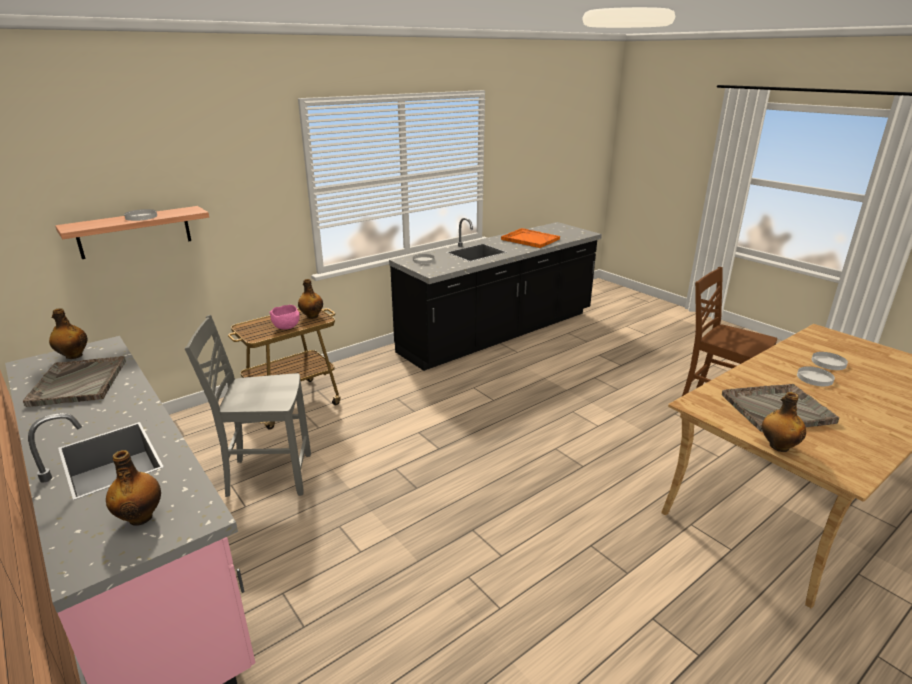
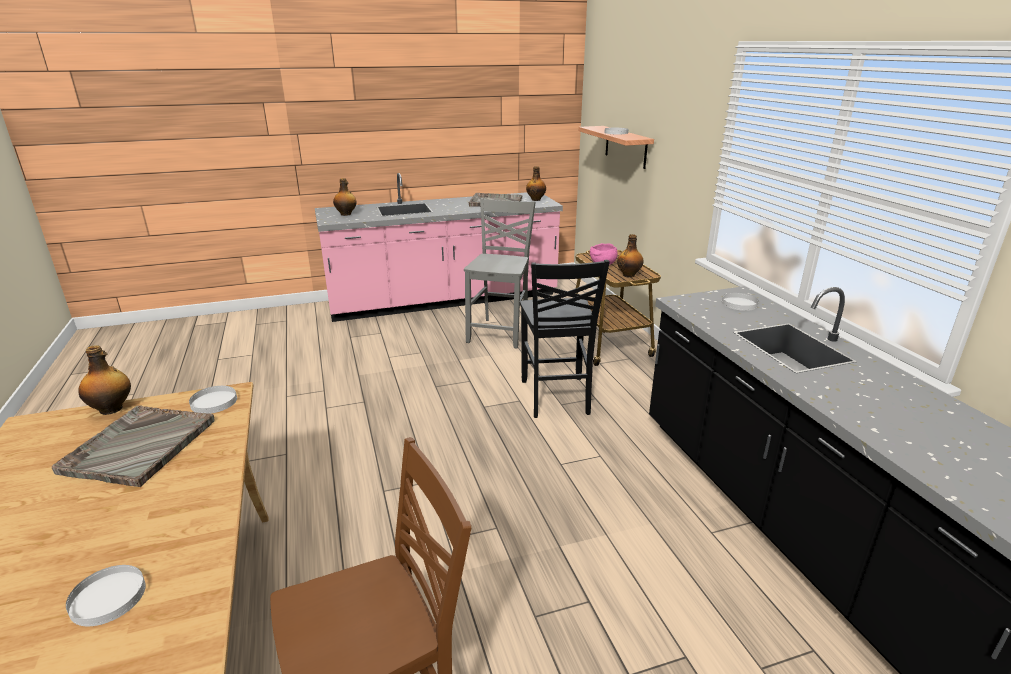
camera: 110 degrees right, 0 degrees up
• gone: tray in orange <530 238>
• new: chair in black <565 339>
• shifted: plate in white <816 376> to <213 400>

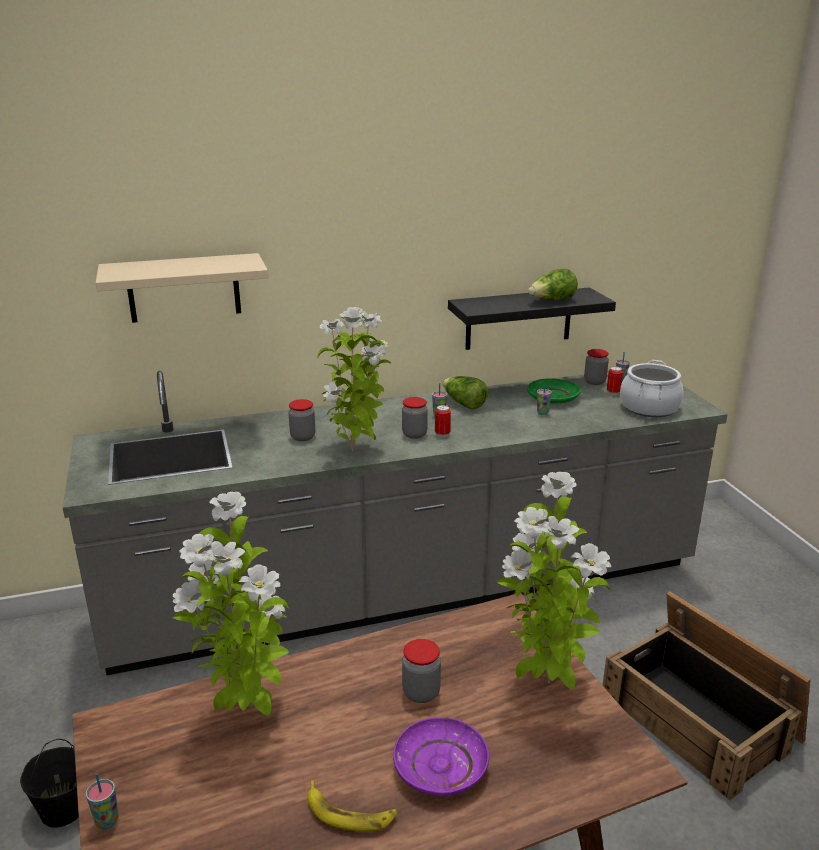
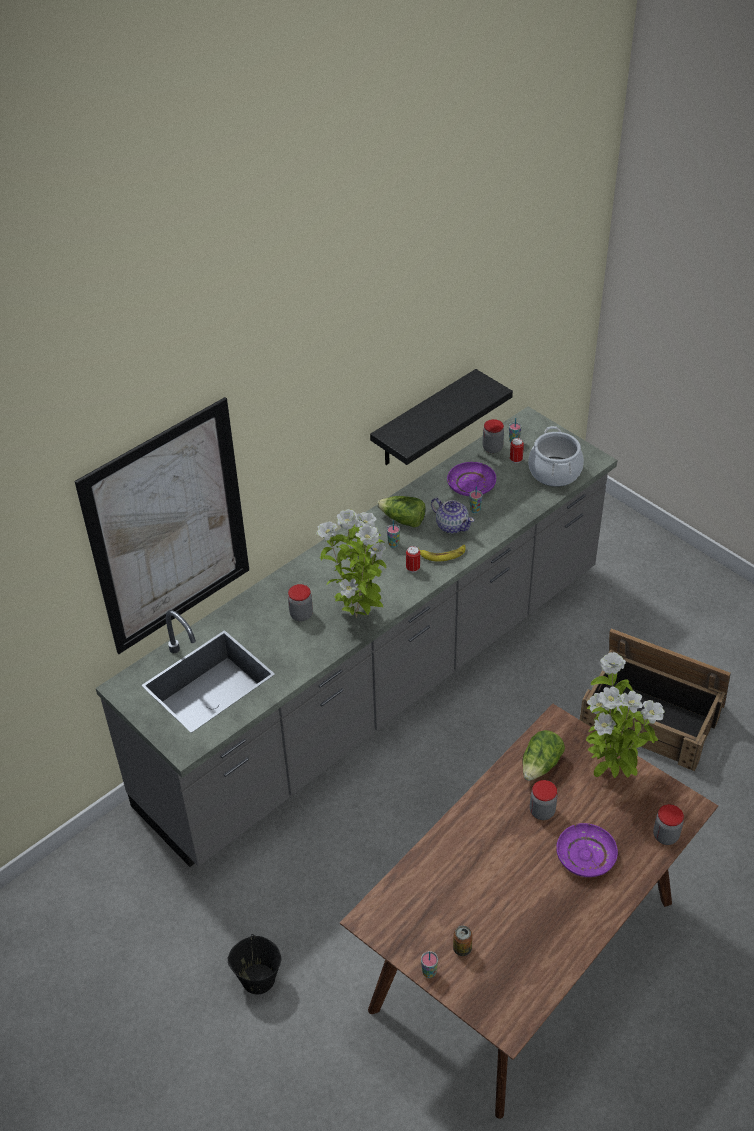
camera: 25 degrees left, 20 degrees up
• gone: potted plant <231 604>
• new: teapot <452 516>
• new: can <463 941>
• shifted: banana <352 806> to <442 553>
• shifted: jar <415 418> to <668 824>
• shifted: lettuce <553 284> to <544 755>
• swapped: shelf in beige <182 288> to picture <161 525>
• repainted: plate in green <554 391> to plate in purple <471 479>

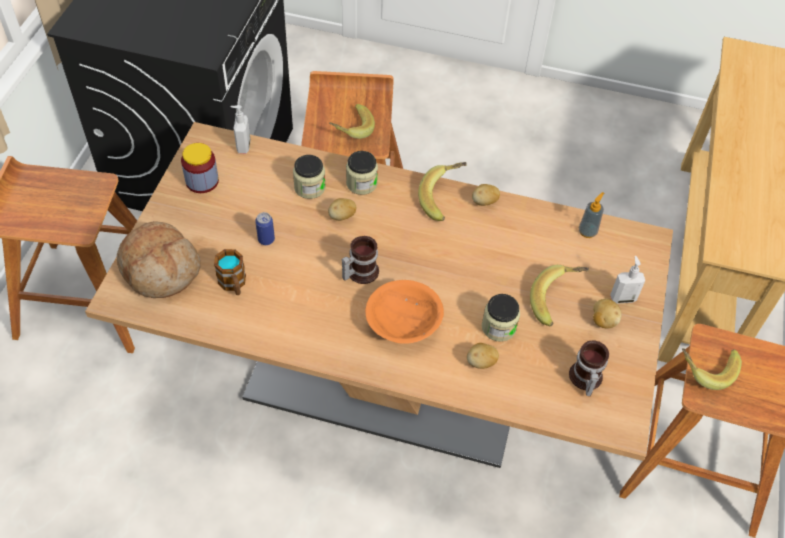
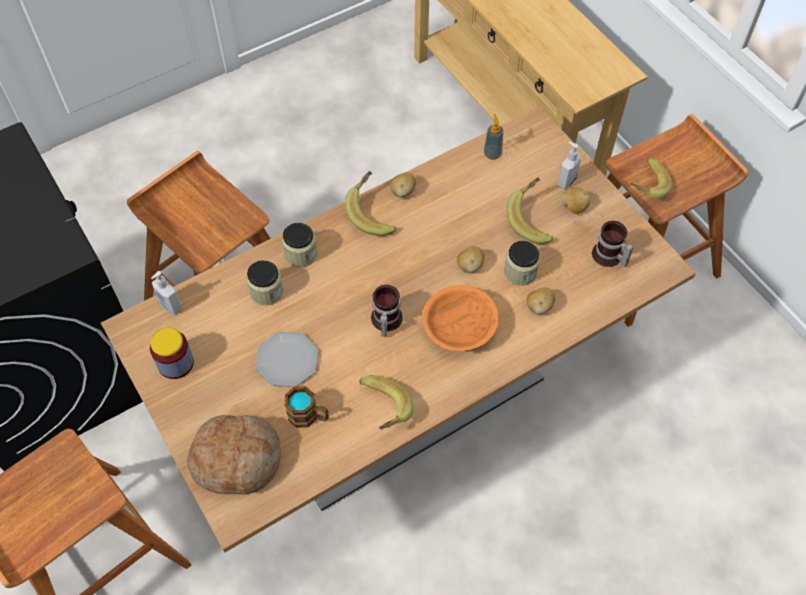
camera: 45 degrees left, 5 degrees up
• shifted: potato <342 209> to <470 259>
• shifted: banana <352 121> to <386 402>
• swapped: can <265 228> to plate <287 359>

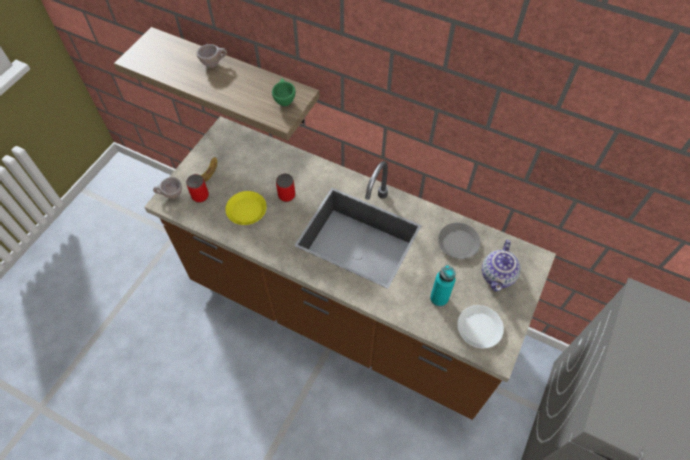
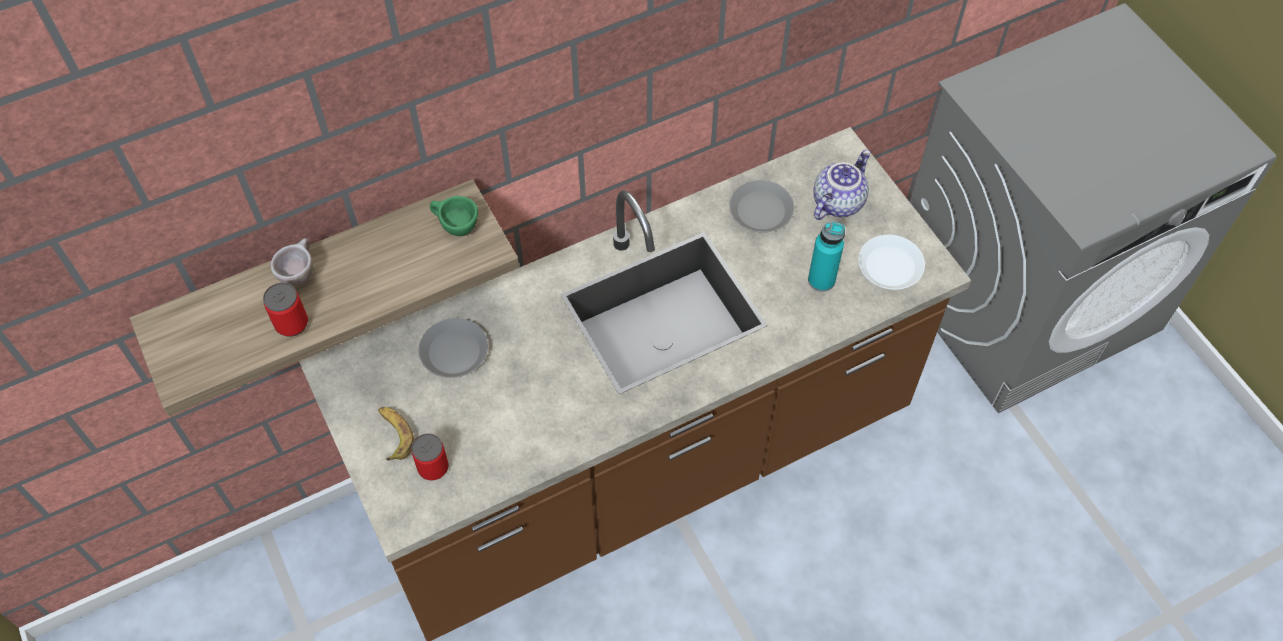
camera: 55 degrees left, 0 degrees up
• gone: cup in beige <167 188>
• gone: plate in yellow <246 208>
• new: plate in grey <453 348>
• shifted: can <285 188> to <285 310>
• rotated: teapot <501 265> = <842 185> 105 degrees counterclockwise

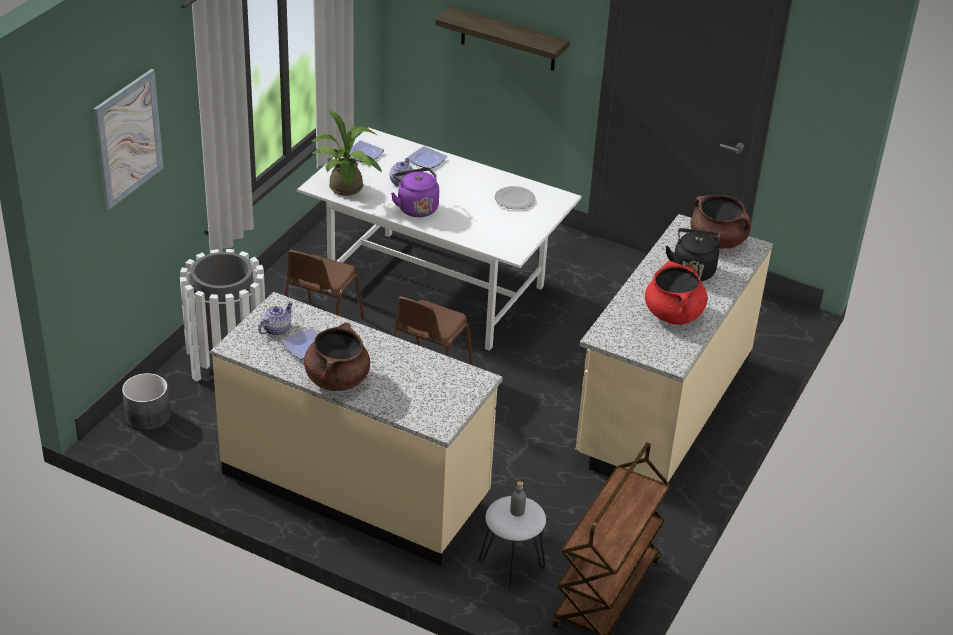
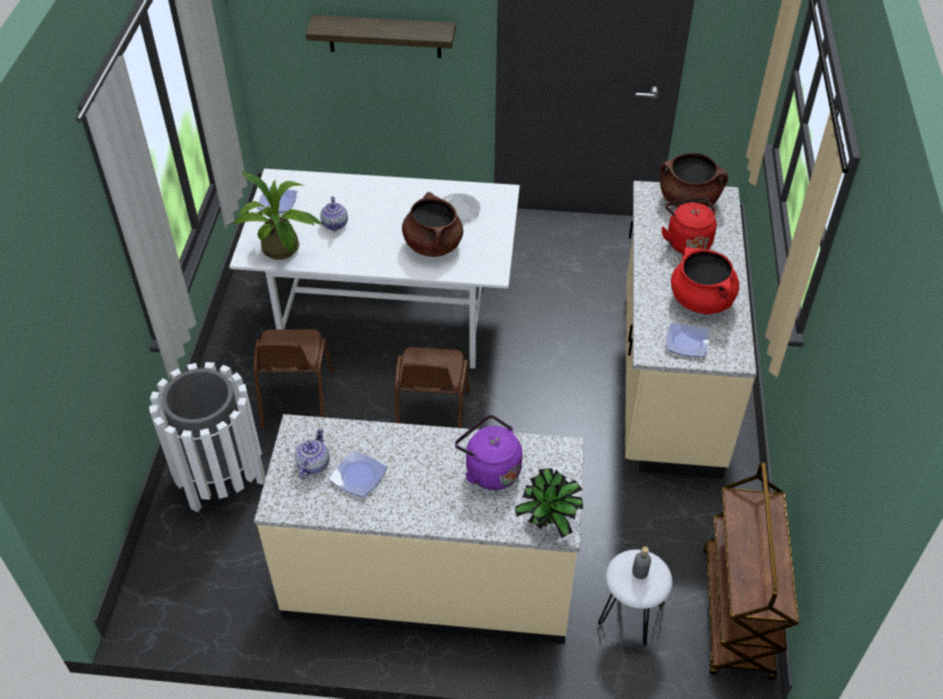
camera: 20 degrees left, 10 degrees up
• gone: picture <129 139>
• gone: planter in grey <146 402>
• new: potted plant <549 503>
• shifted: cooking pot in brown <337 356> to <432 224>
• shifted: kettle in purple <415 192> to <488 452>
• shifted: plate <427 157> to <687 340>
• repainted: kettle in black <692 254> to kettle in red <689 225>

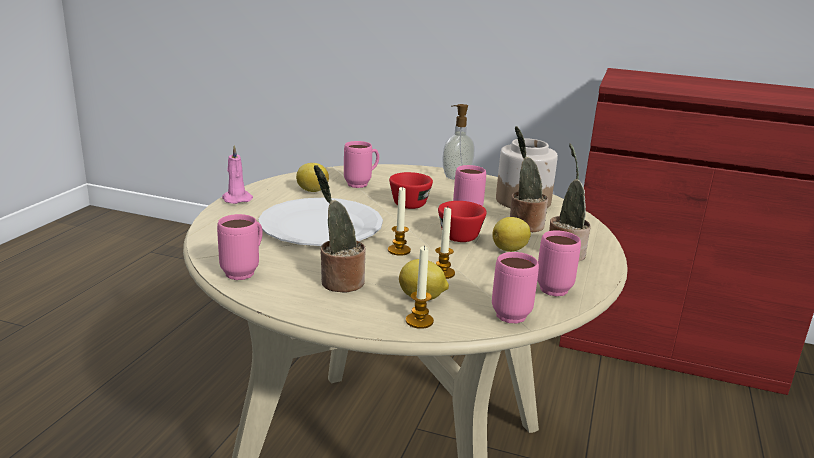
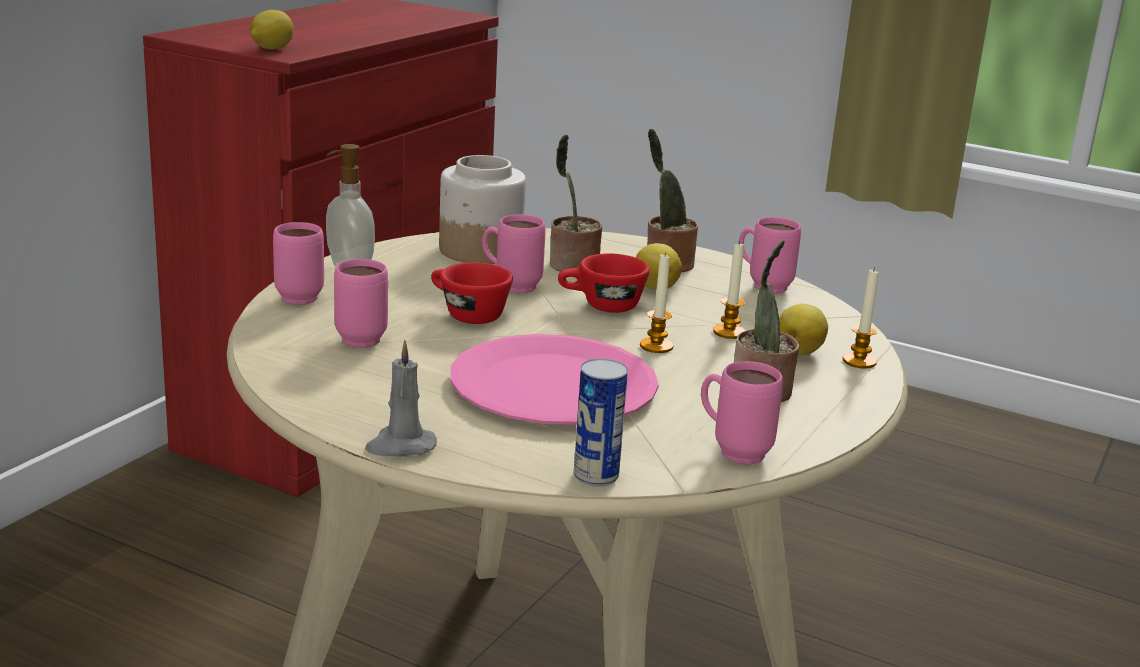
camera: 80 degrees left, 0 degrees up
• new: can <601 422>
• shifted: lemon <312 177> to <272 30>
• shifted: mug in pink <515 288> to <298 263>
• repainted: candle in pink <237 174> to candle in grey <400 398>
• repainted: plate in white <321 222> to plate in pink <554 379>

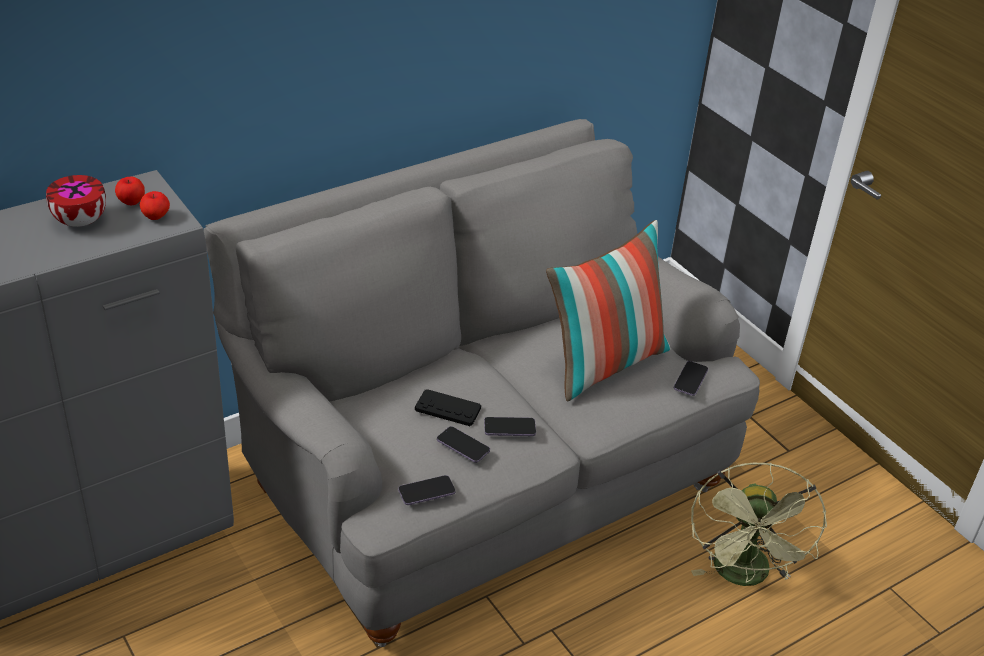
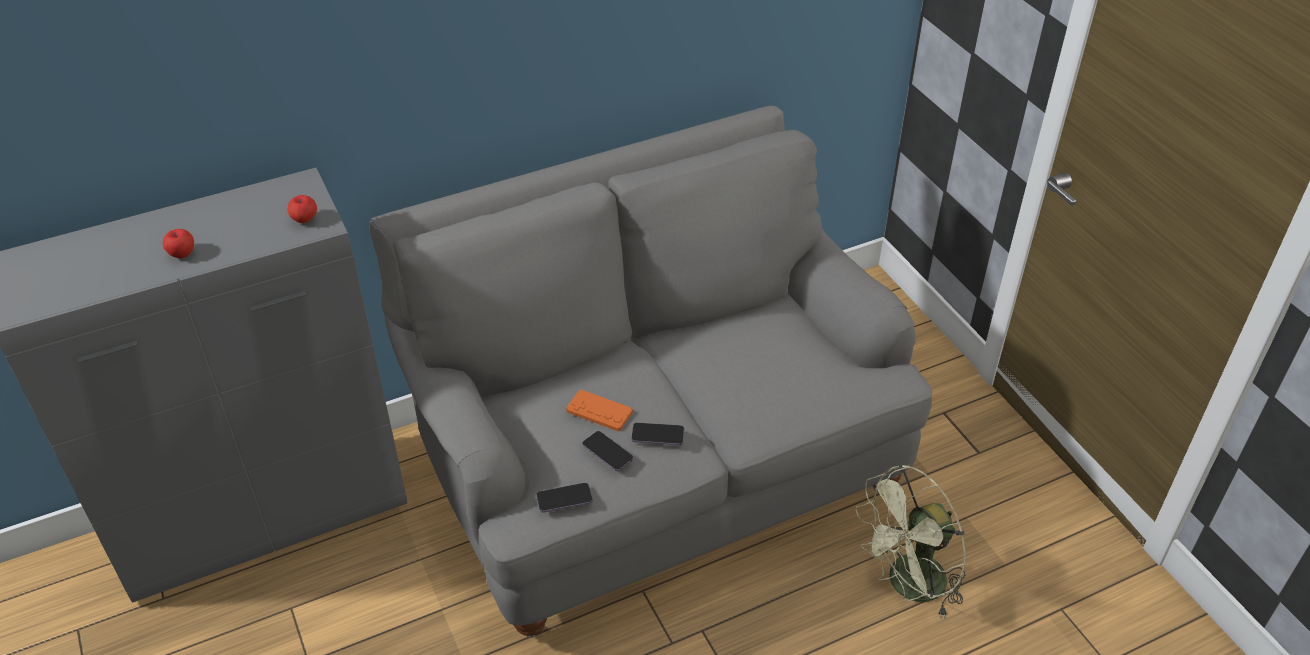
camera: 10 degrees right, 5 degrees up
• gone: bowl <76 201>
• gone: pillow <608 311>
• gone: phone <691 378>
• shifted: apple <130 191> to <178 243>
• repainted: game controller in black <448 407> to game controller in orange <599 410>
• rotated: fan in green <759 524> = <910 541> 45 degrees clockwise

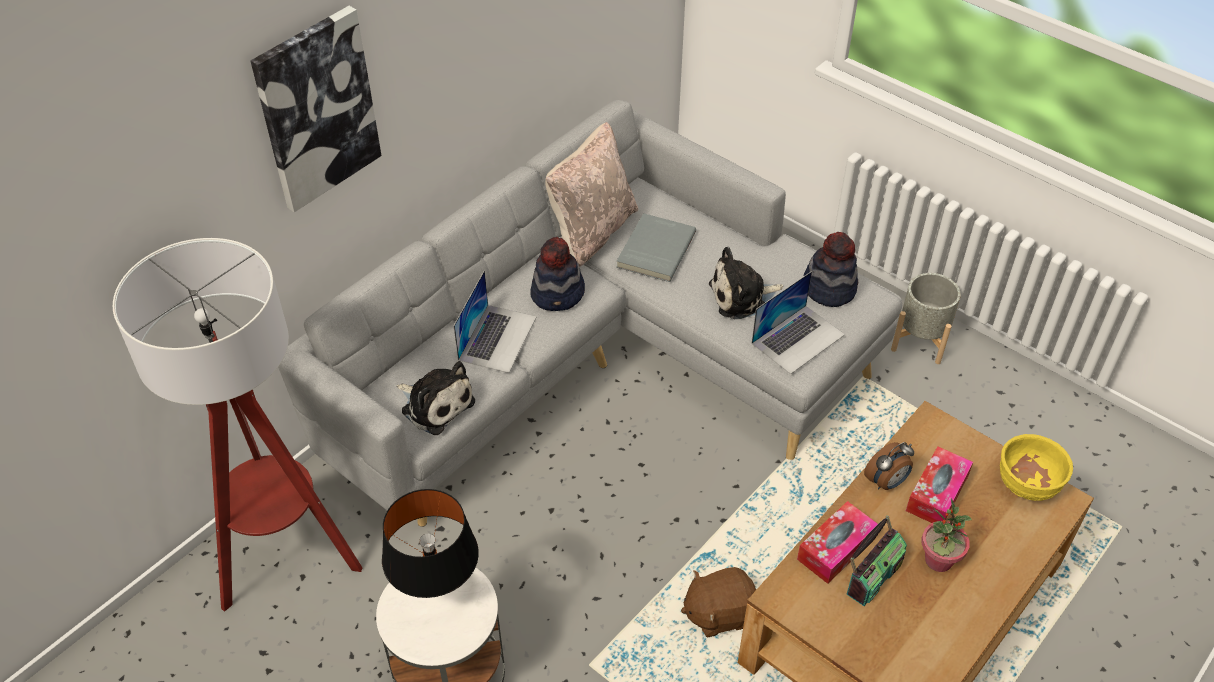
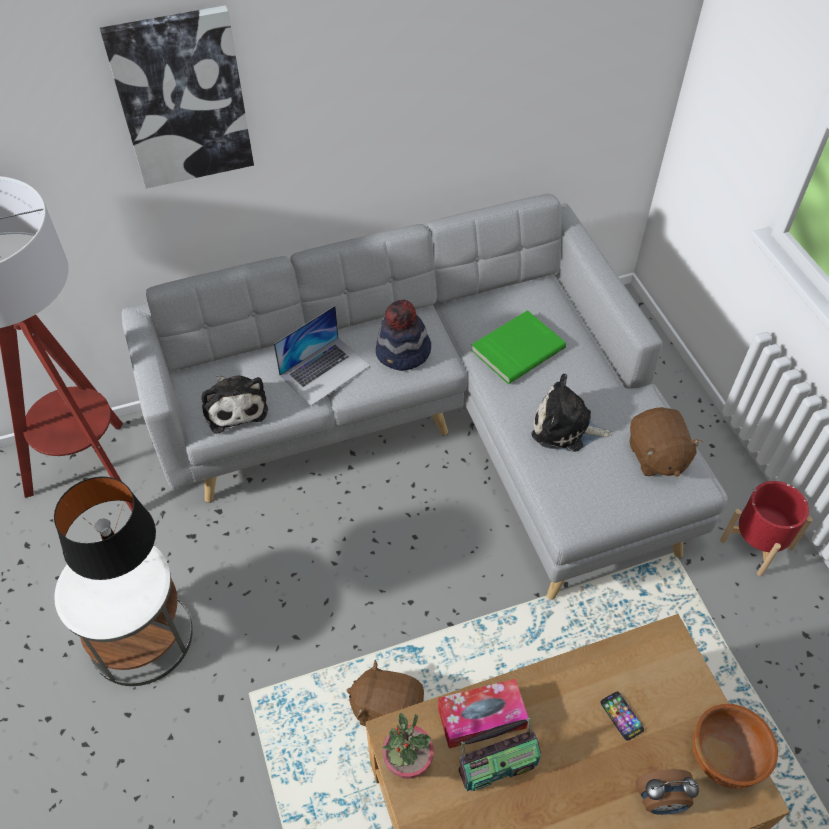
camera: 30 degrees right, 5 degrees up
• gone: pillow in beige <592 194>
• gone: laptop <798 322>
• shifted: alarm clock <889 466> to <667 792>
• shifted: potted plant <947 535> to <408 746>
• swapped: hat <830 269> to plush toy in brown <666 442>
• swapped: tissue box <939 484> to phone <622 716>
• repainted: book in grey <656 247> to book in green <518 347>
• repainted: planter in grey <926 318> to planter in red <766 529>
• repainted: bowl in yellow <1036 467> to bowl in brown <735 746>

